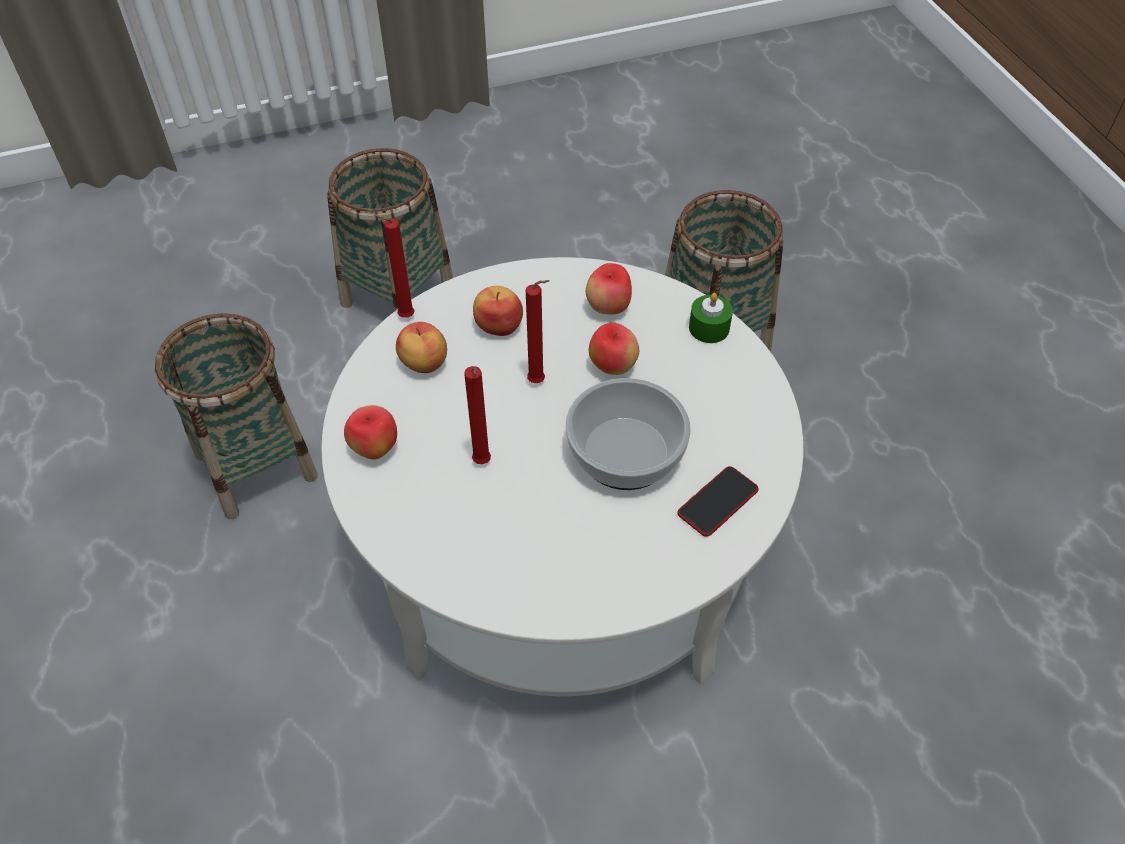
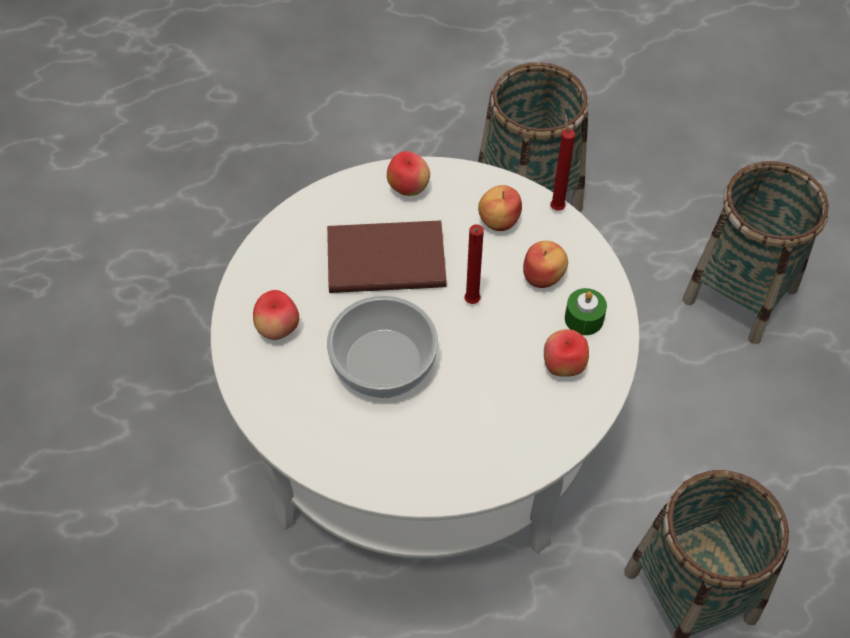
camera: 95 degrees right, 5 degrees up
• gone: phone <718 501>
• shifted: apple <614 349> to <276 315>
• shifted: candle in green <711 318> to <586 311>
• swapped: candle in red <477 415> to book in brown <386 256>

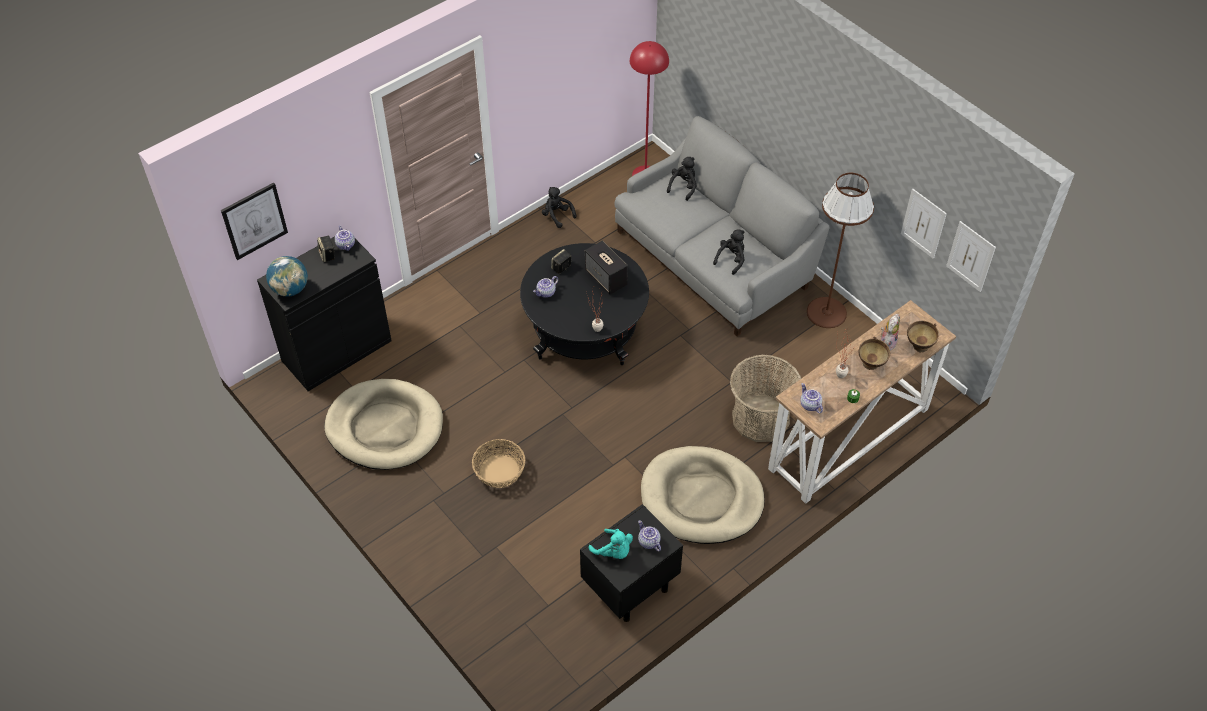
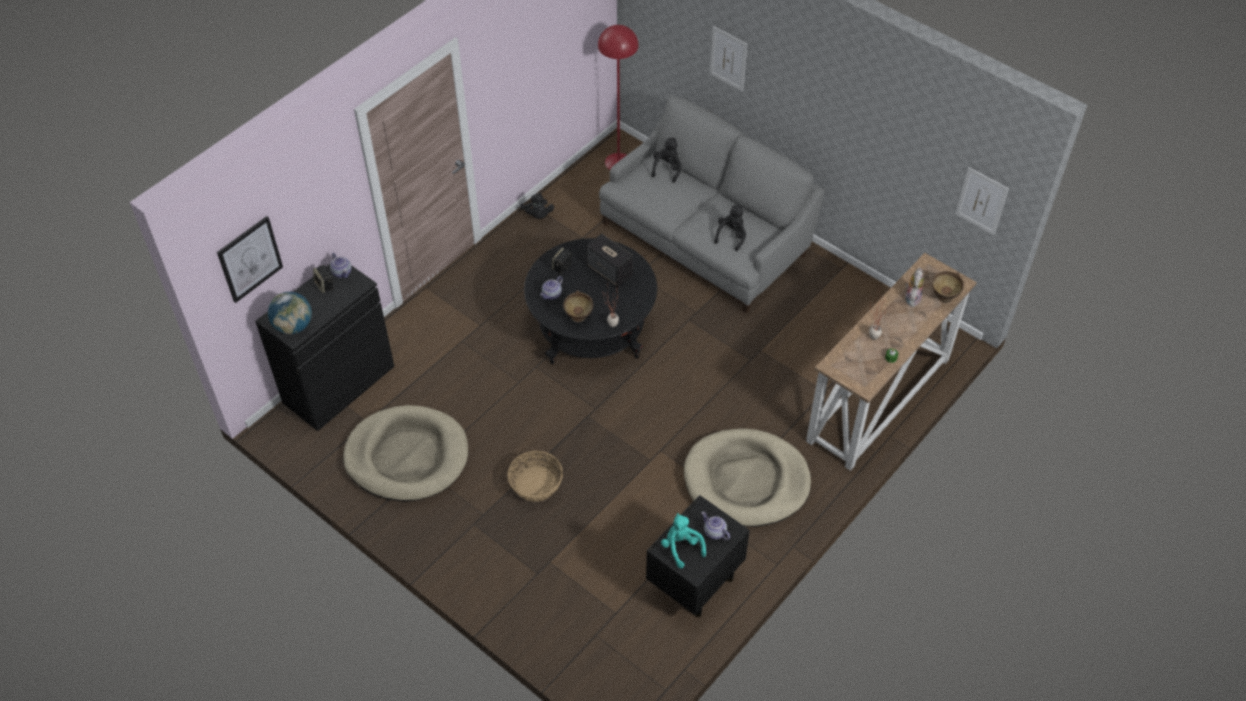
camera: 10 degrees left, 0 degrees up
• gone: basket <765 398>
• gone: teapot <811 398>
• gone: floor lamp in brown <840 250>
• shifted: bowl in brown <874 353> to <578 306>
• shifted: picture <924 224> to <728 59>
• rotated: plush toy in black <559 207> = <537 205> 150 degrees counterclockwise
• rotated: plush toy in turquoise <611 544> = <683 540> 150 degrees counterclockwise

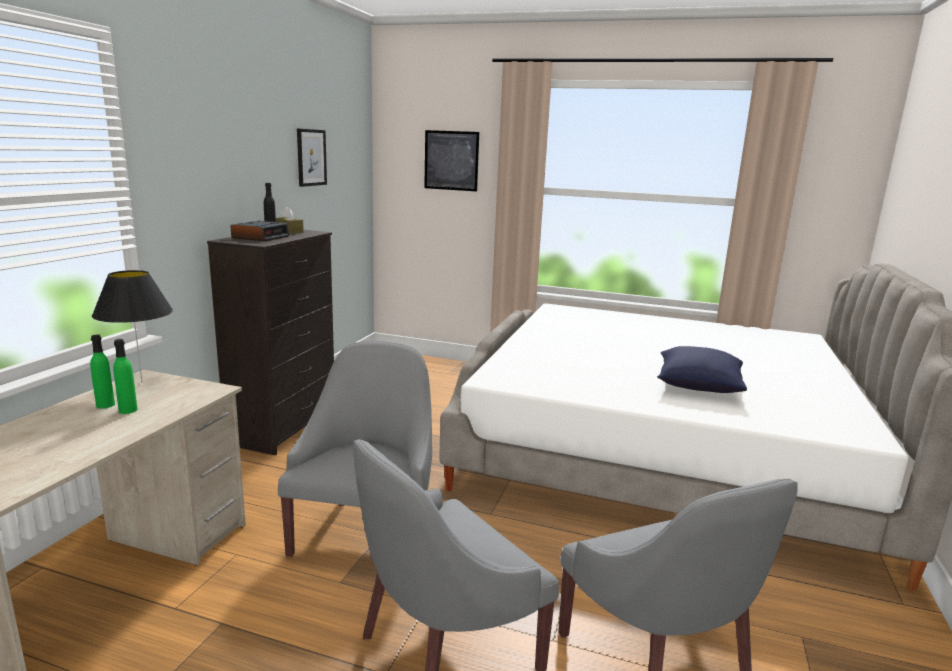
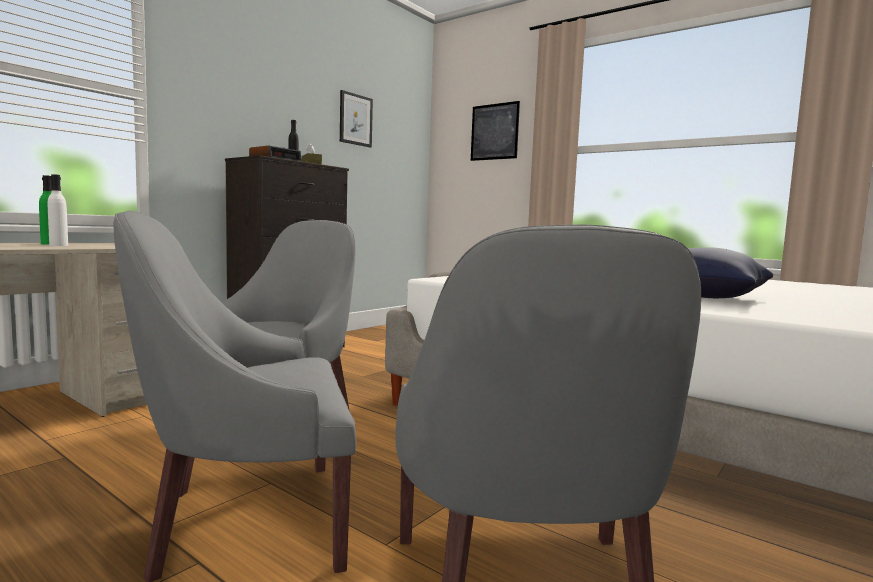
camera: 20 degrees right, 10 degrees down
• gone: table lamp in black <132 326>
• repainted: bottle in green <125 376> to bottle in white <57 210>

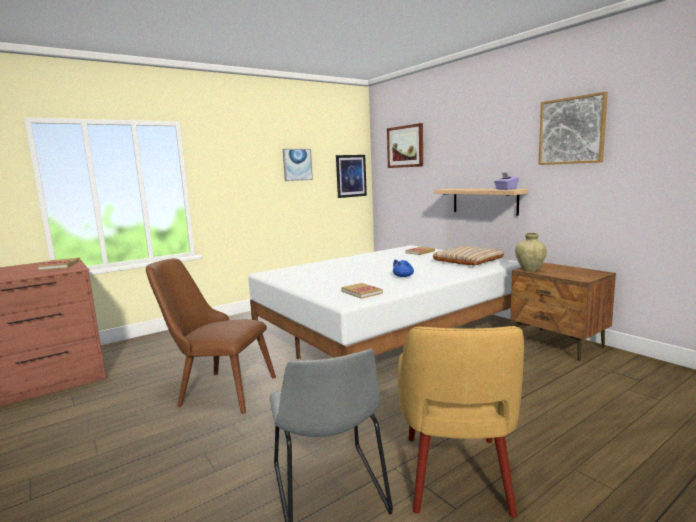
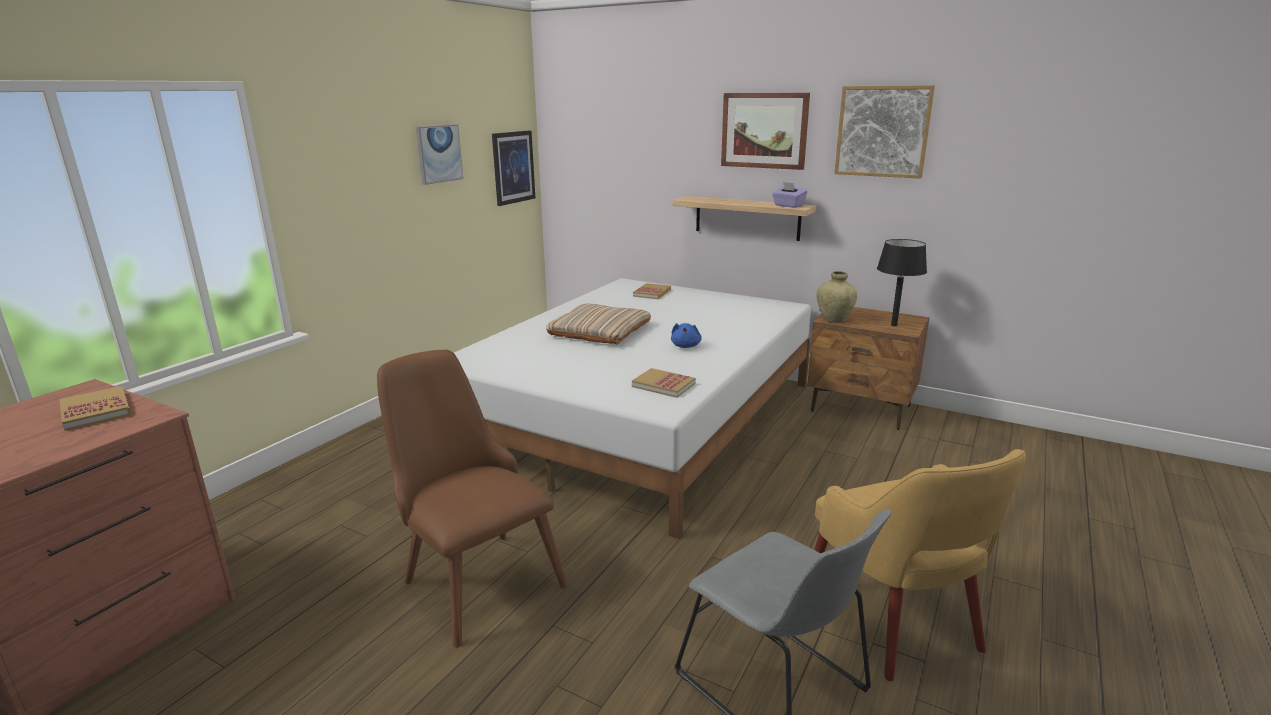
camera: 25 degrees left, 10 degrees up
• new: table lamp in black <902 282>
• shifted: picture <405 145> to <765 131>
• shifted: pillow in beige <468 255> to <598 324>
• rotated: chair in brown <211 336> = <472 499> 60 degrees clockwise

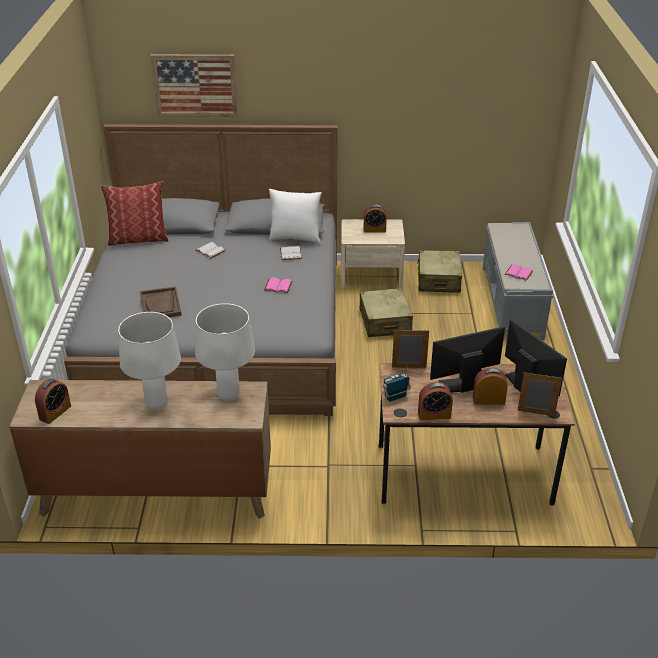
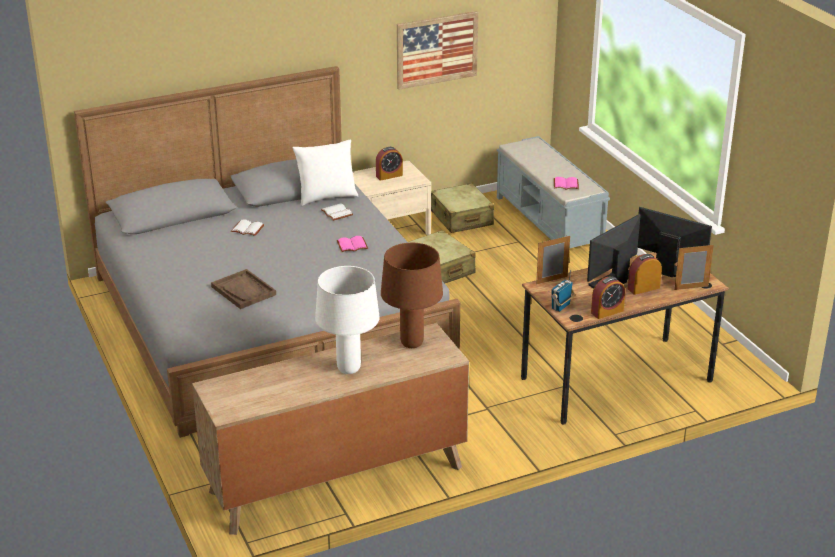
camera: 25 degrees left, 5 degrees down
• gone: alarm clock <53 401>
• gone: pillow <134 213>
• shifted: picture <194 85> to <438 50>
• repainted: table lamp in white <225 352> to table lamp in brown <412 295>

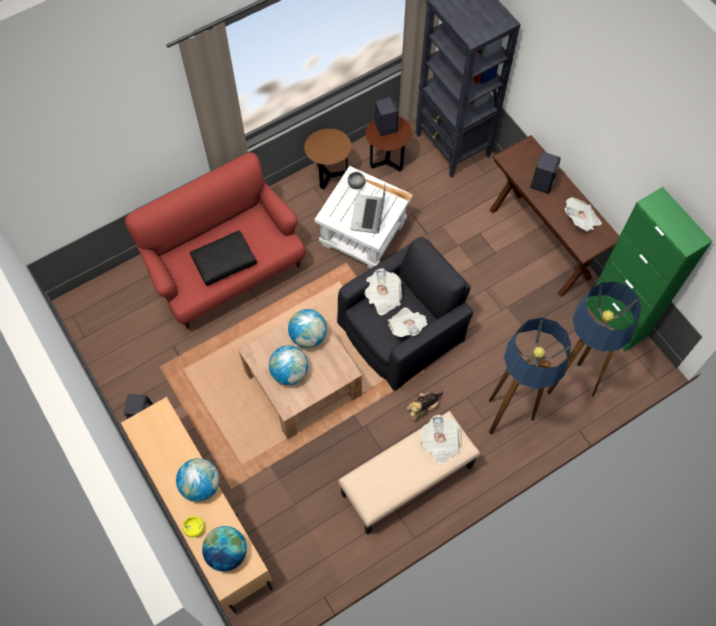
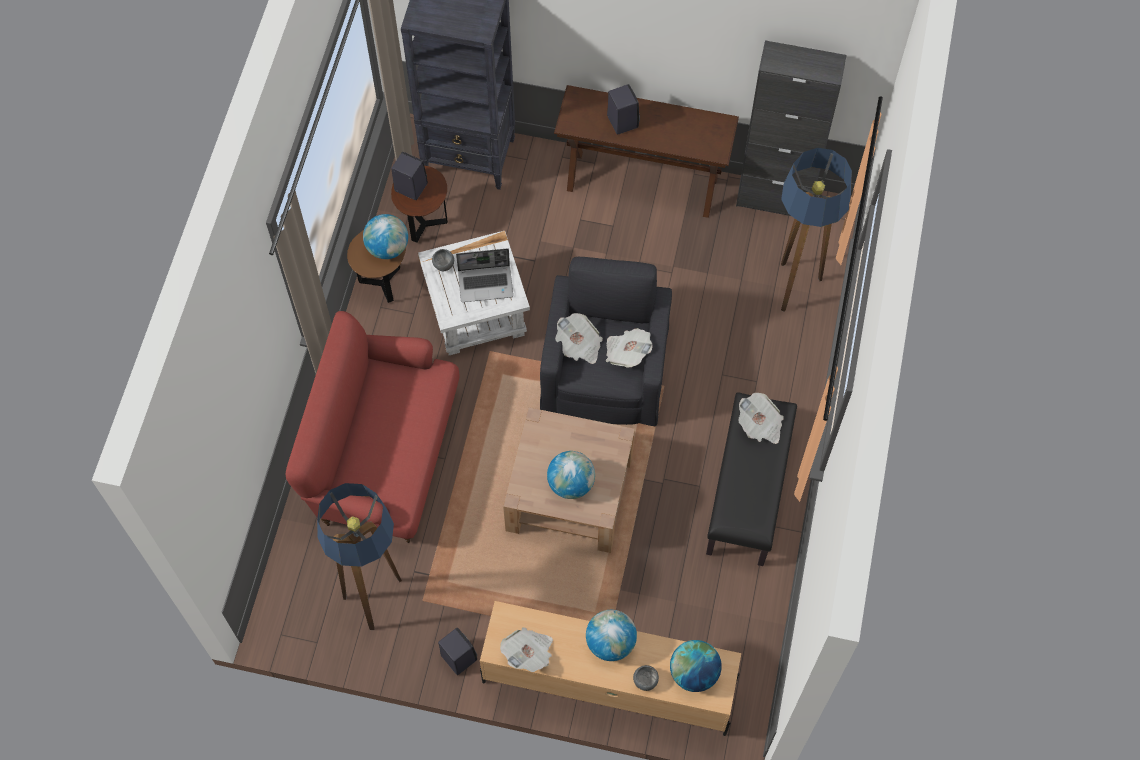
camera: 45 degrees left, 0 degrees up
• gone: pillow in black <223 258>
• gone: plush toy <425 405>
• shifted: globe <307 328> to <385 236>
• shifted: floor lamp <530 376> to <359 556>
• shifted: newspaper <583 214> to <526 649>
• repainted: bowl in yellow <194 527> to bowl in grey <646 678>
• repainted: bench in beige <409 473> to bench in black <751 479>
• repainted: cabinet in green <649 269> to cabinet in black <791 128>
• rotated: laptop <367 209> = <484 275> 60 degrees counterclockwise

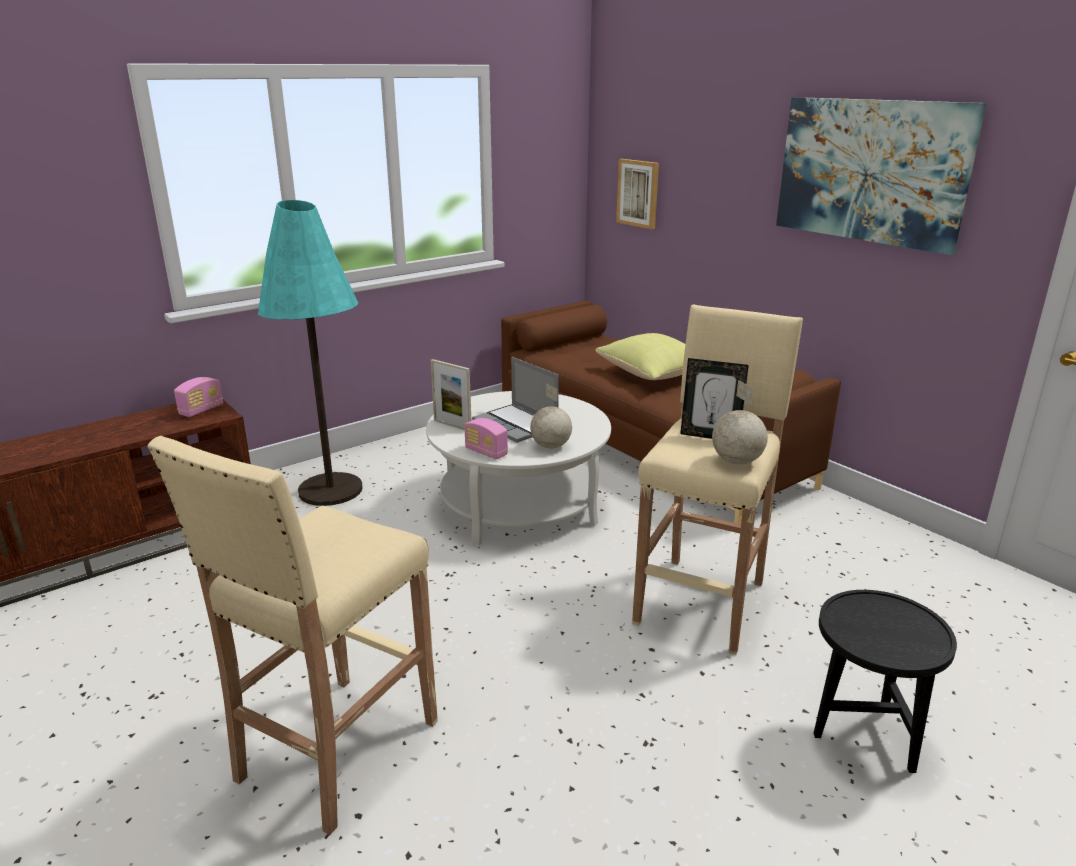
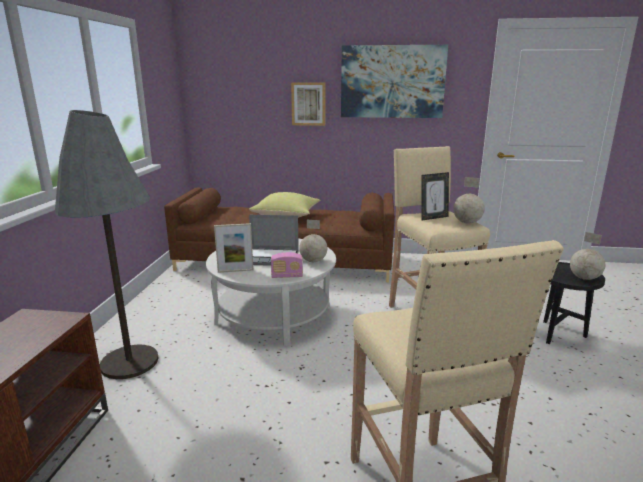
camera: 45 degrees left, 5 degrees down
• gone: radio <198 397>
• new: globe <587 256>
• shifted: picture <637 194> to <308 104>
• repainted: floor lamp in turquoise <310 353> to floor lamp in grey <106 244>

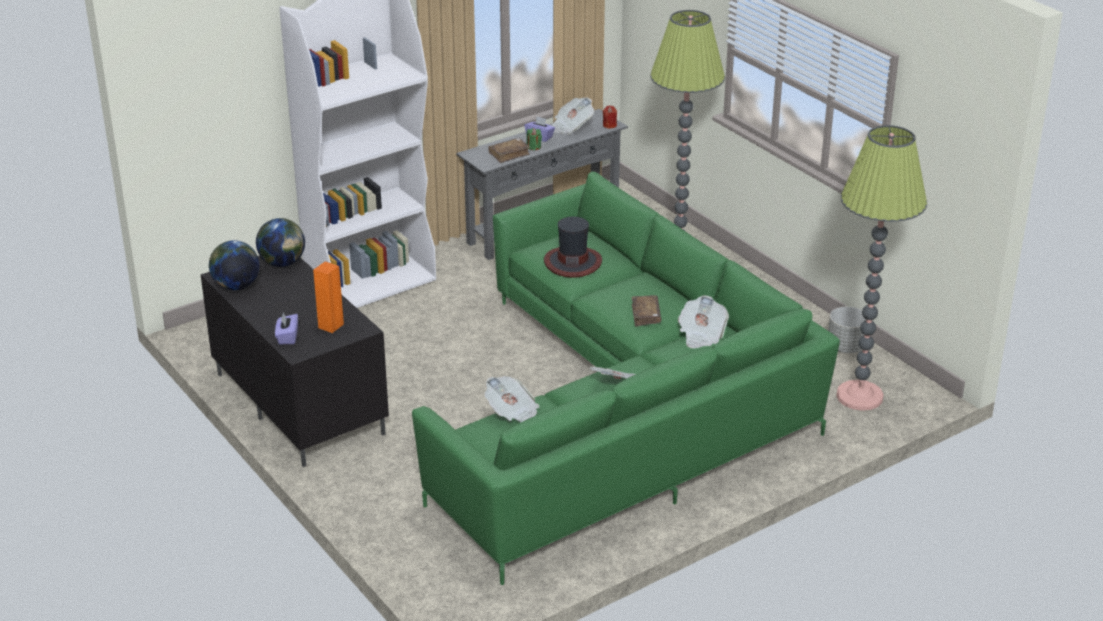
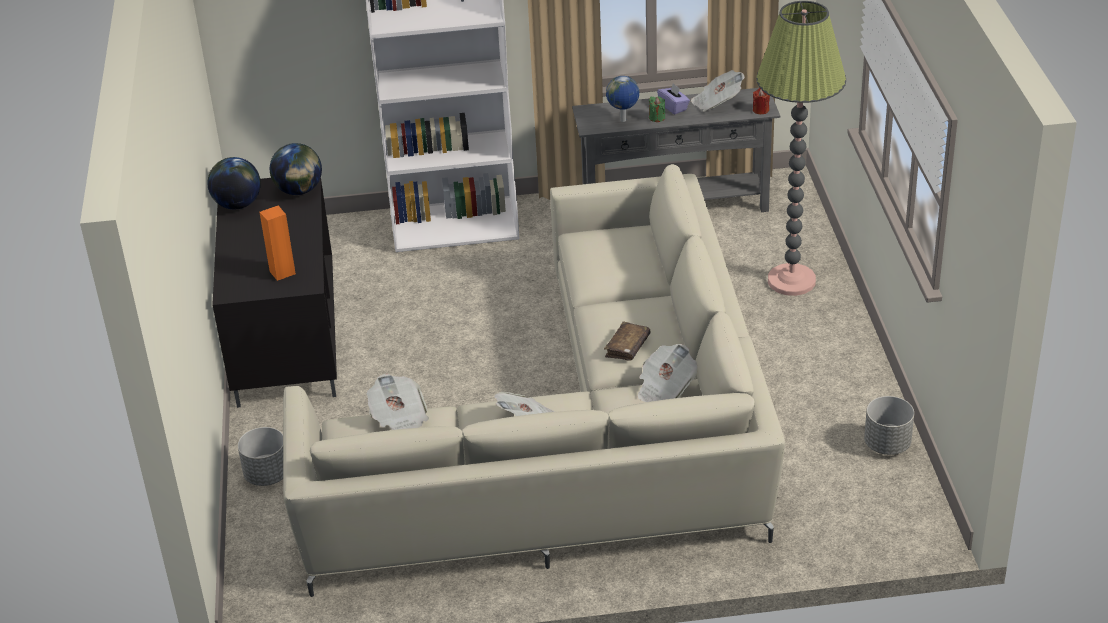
camera: 30 degrees right, 5 degrees up
• gone: tissue box in purple <286 328>
• gone: hat <573 247>
• gone: floor lamp <881 268>
• new: planter in grey <260 456>
• swapped: book in brown <509 150> to globe <622 99>
• repainted: sofa in green <626 378> to sofa in beige <534 380>

